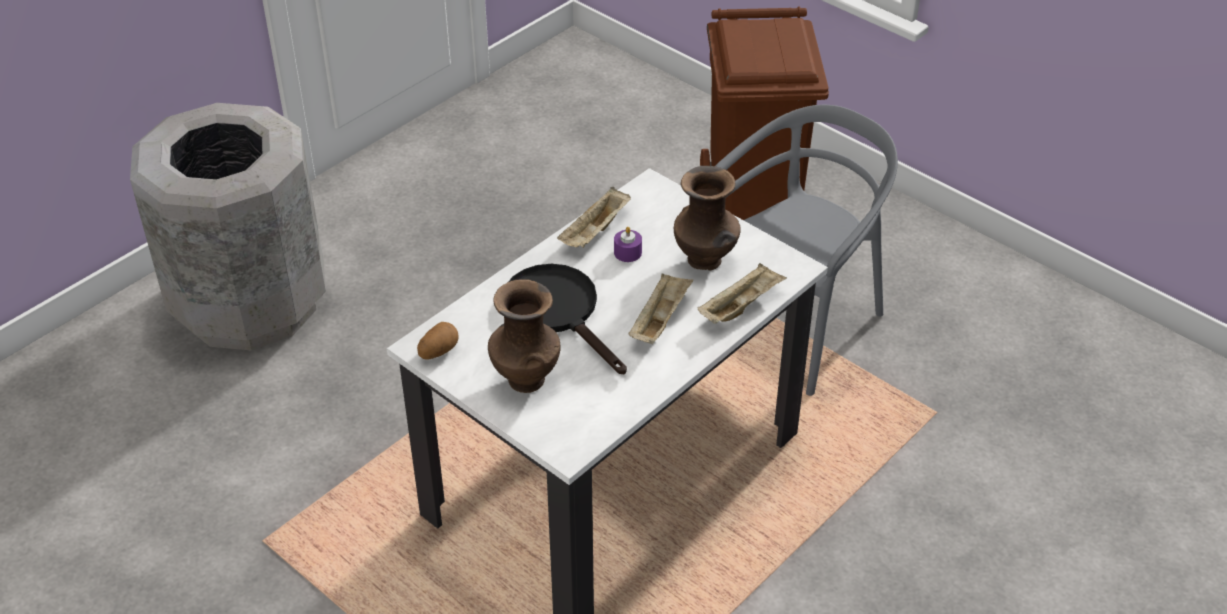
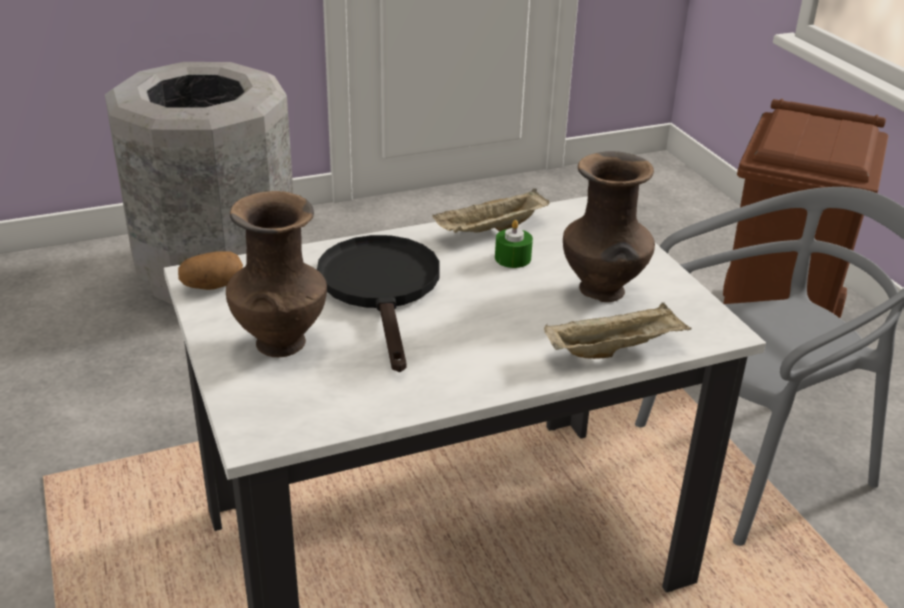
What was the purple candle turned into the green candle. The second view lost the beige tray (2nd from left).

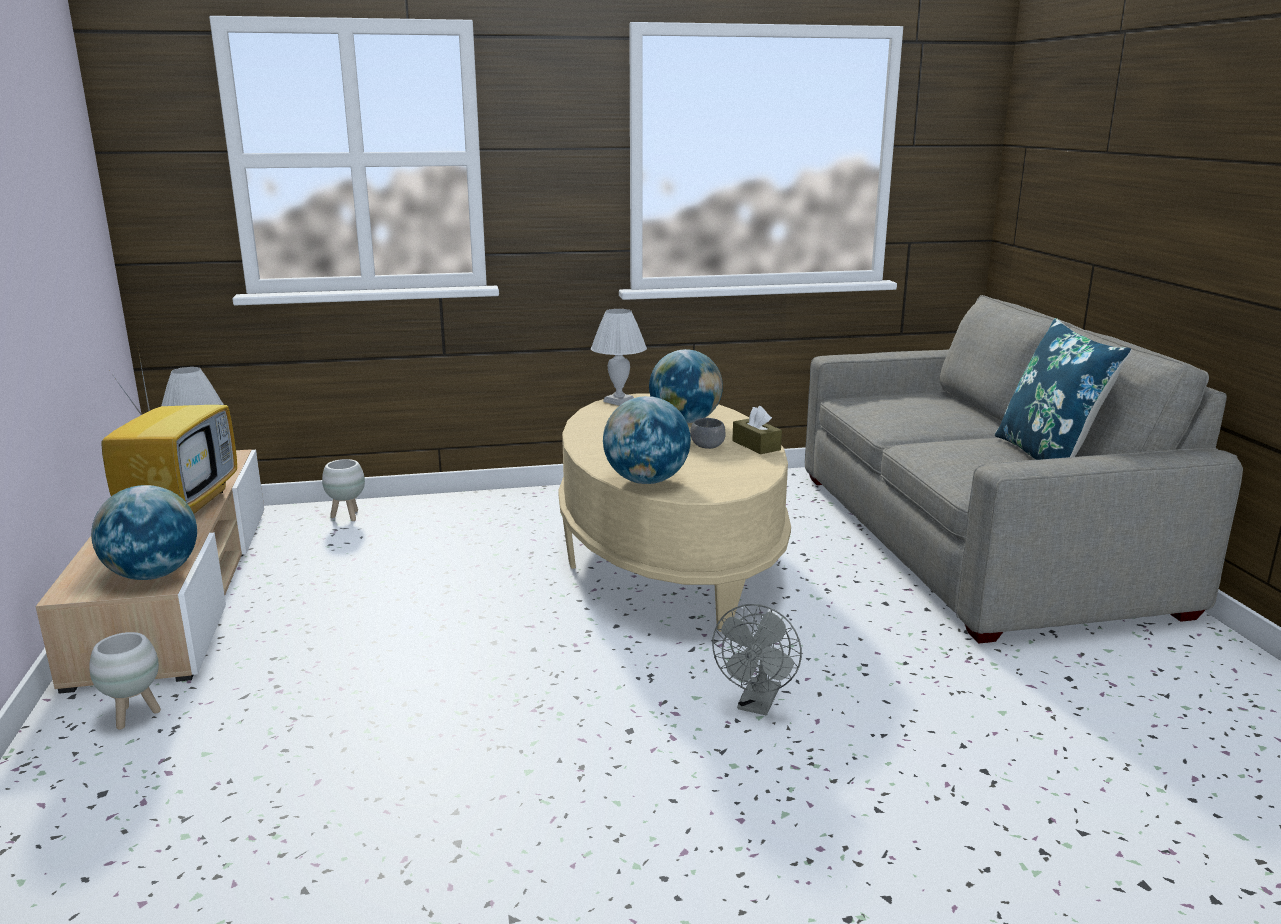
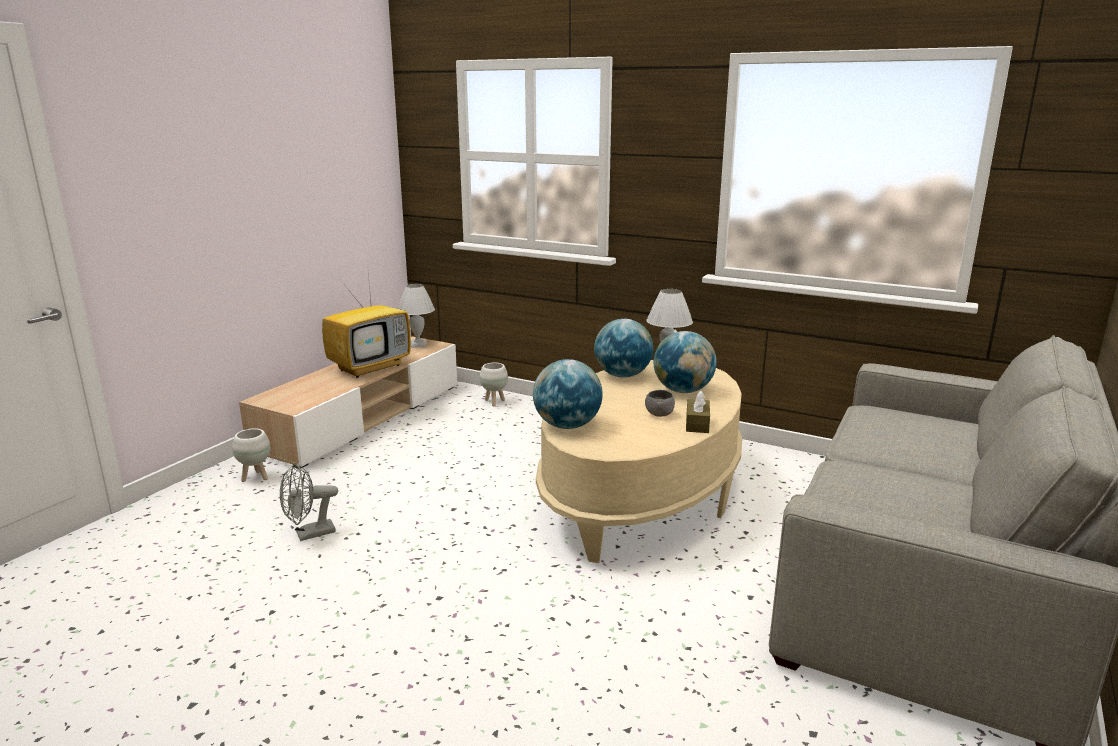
The second view lost the blue pillow. The globe (1st from left in the first image) ended up elsewhere. The grey fan ended up elsewhere.

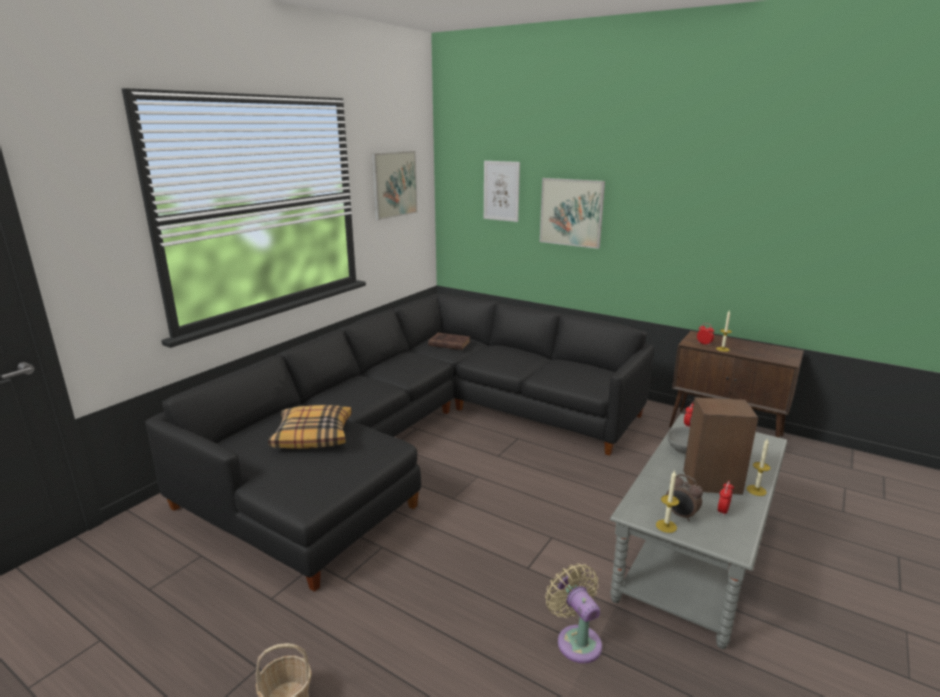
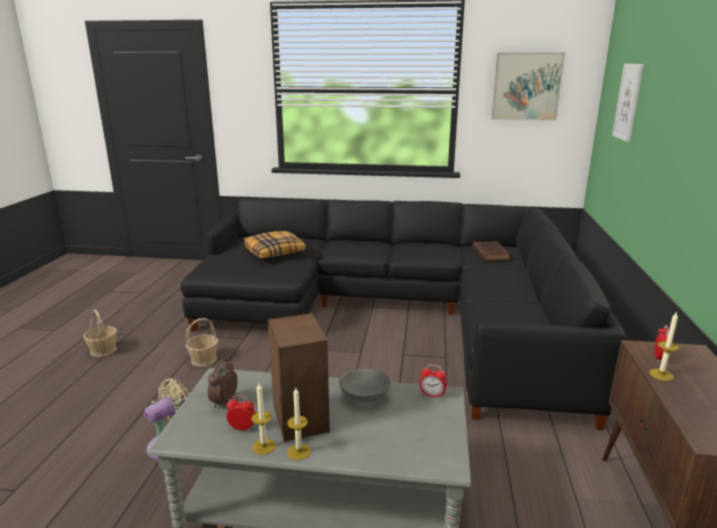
The second view lost the picture (3rd from left). The candle (1st from left) ended up elsewhere. The second view gained the basket (2nd from left).

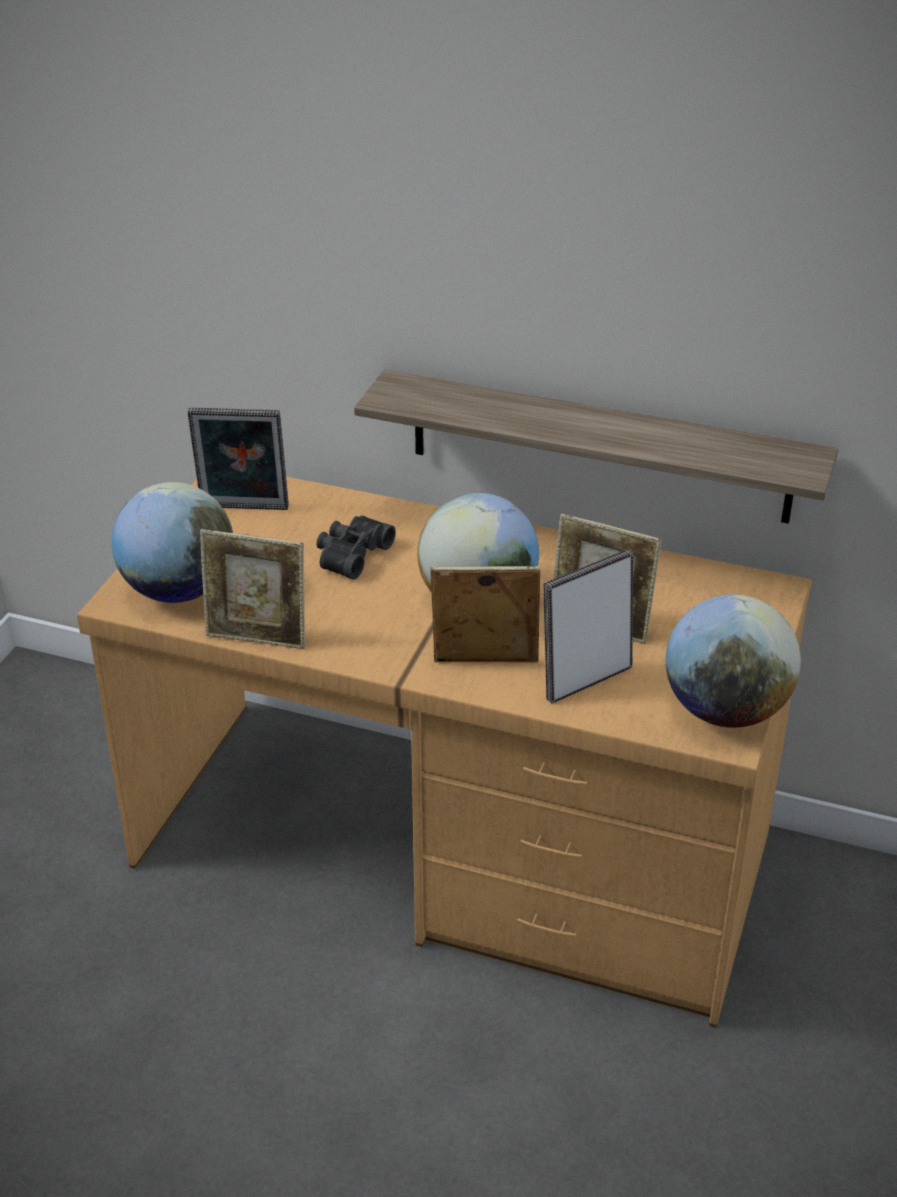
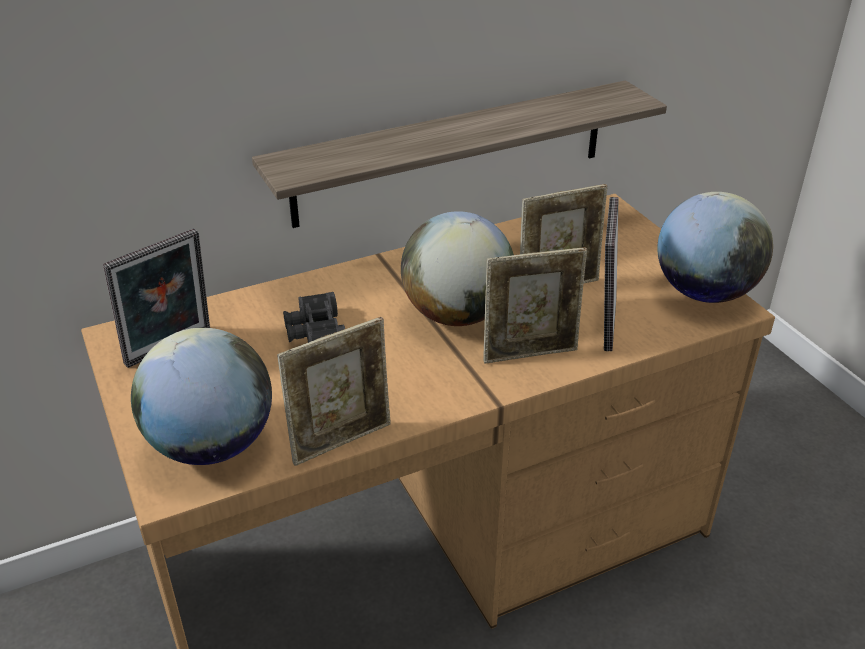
The picture frame (3rd from left) ended up facing another way, 150 degrees counterclockwise from before.

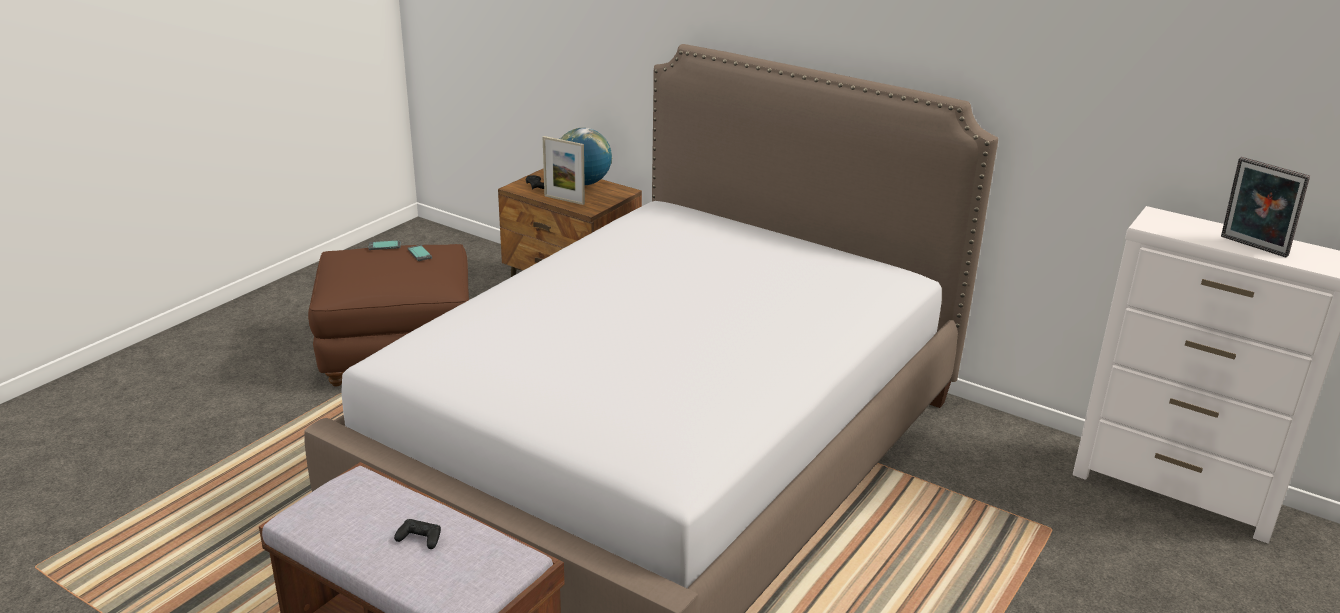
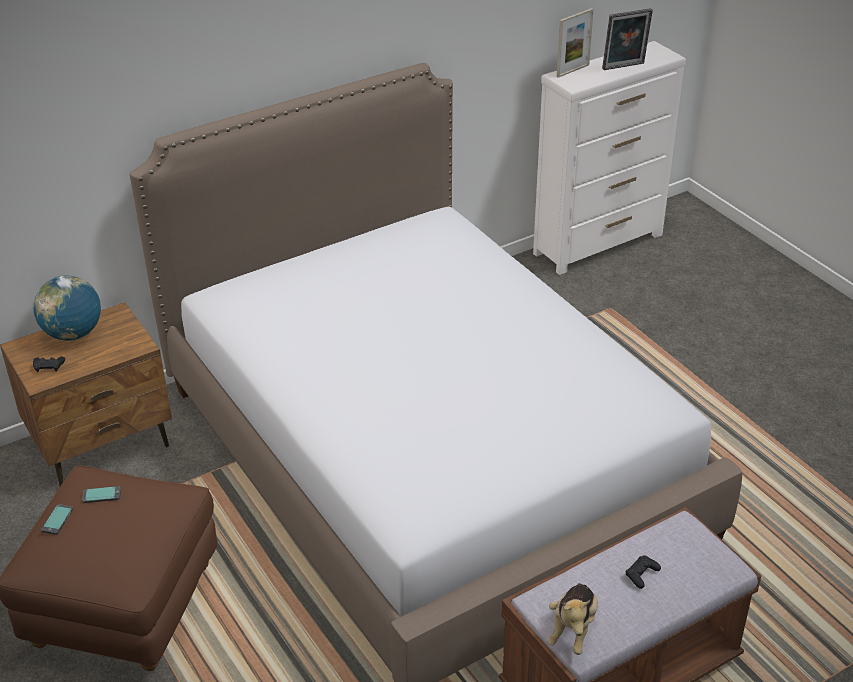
The picture frame (1st from left) ended up elsewhere. The second view gained the plush toy.

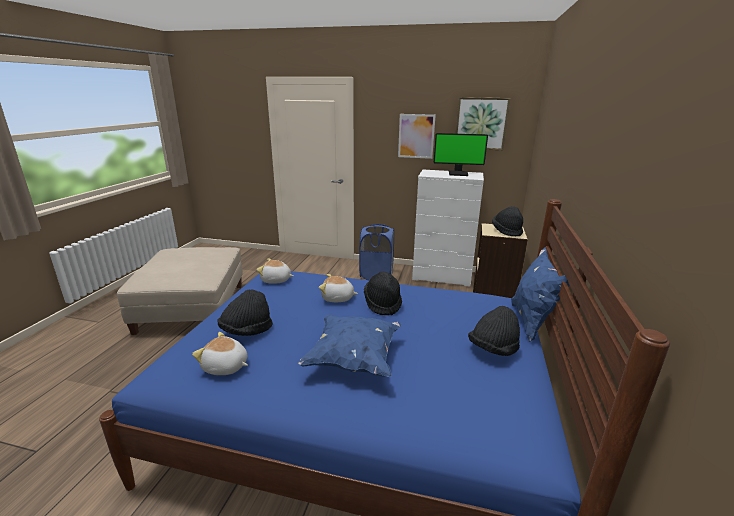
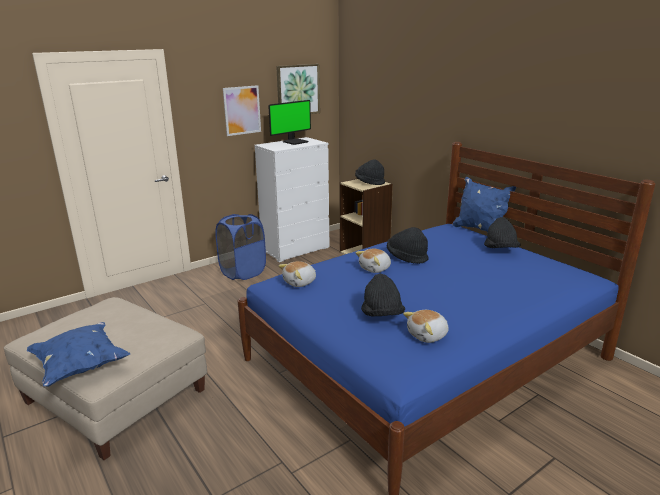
The blue pillow (1st from left) ended up elsewhere.

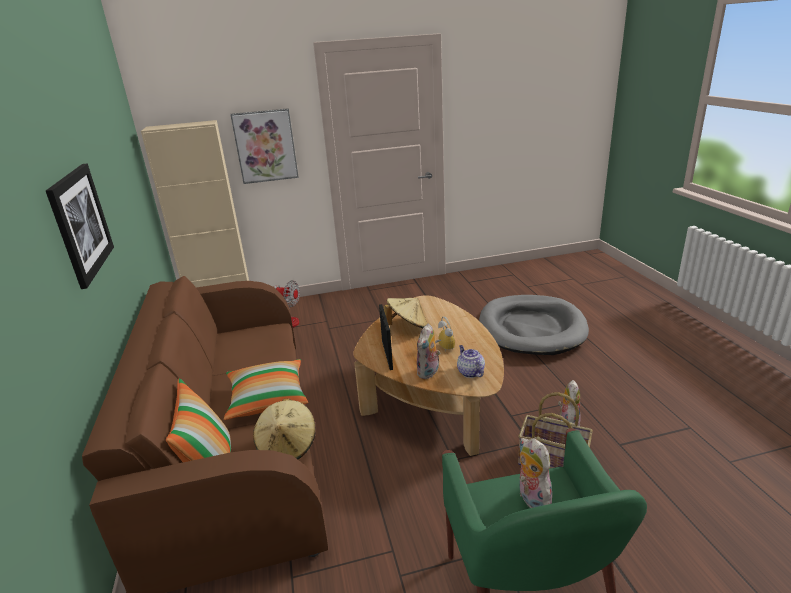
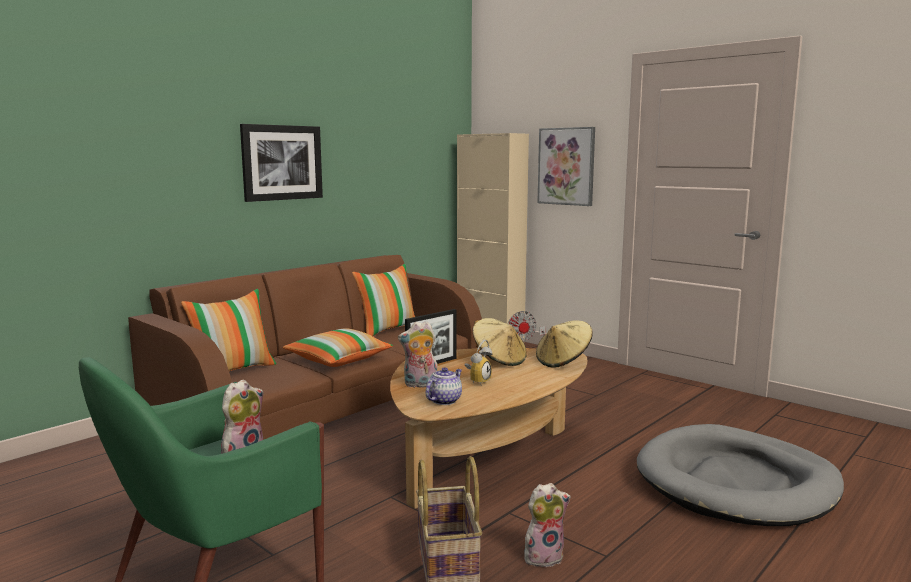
The beige hat (1st from left in the first image) ended up elsewhere. The second view gained the pillow (3rd from left).

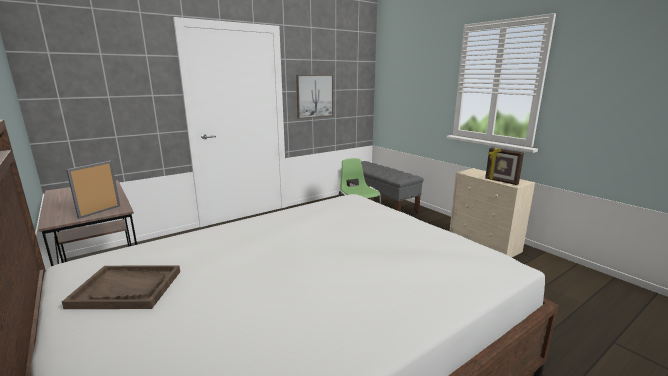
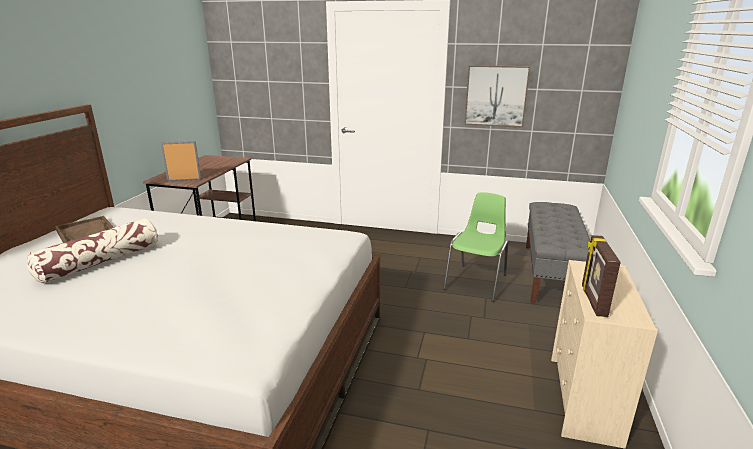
The second view gained the pillow.

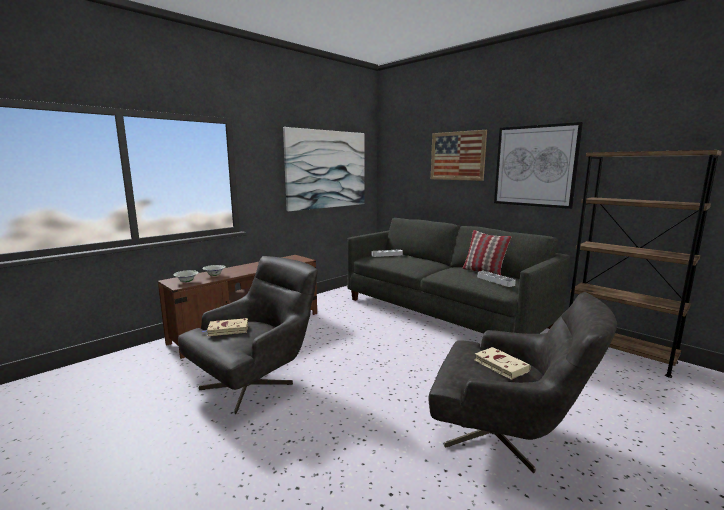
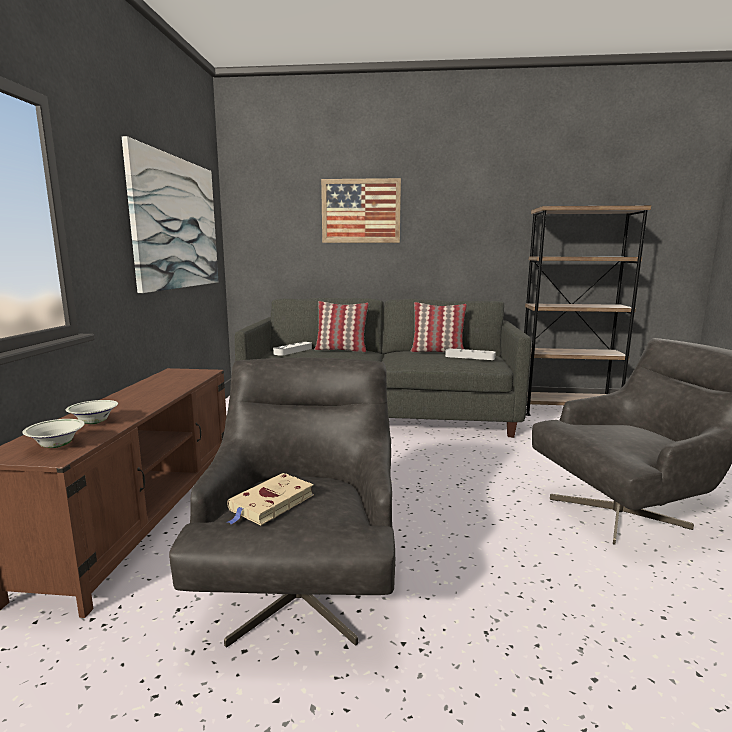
The second view lost the picture (3rd from left). The second view lost the beige book (2nd from left). The second view gained the pillow (1st from left).

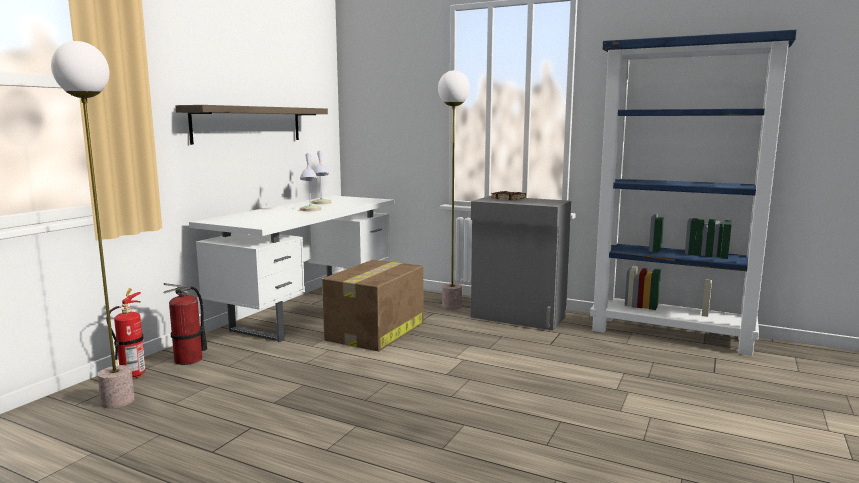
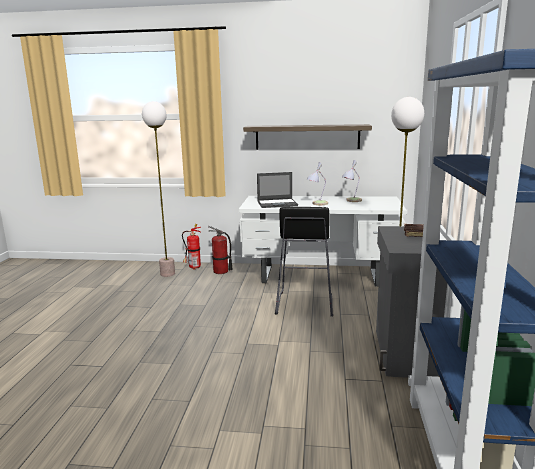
Where the cardboard box stood, the black stool came to stand. The second view gained the laptop.

